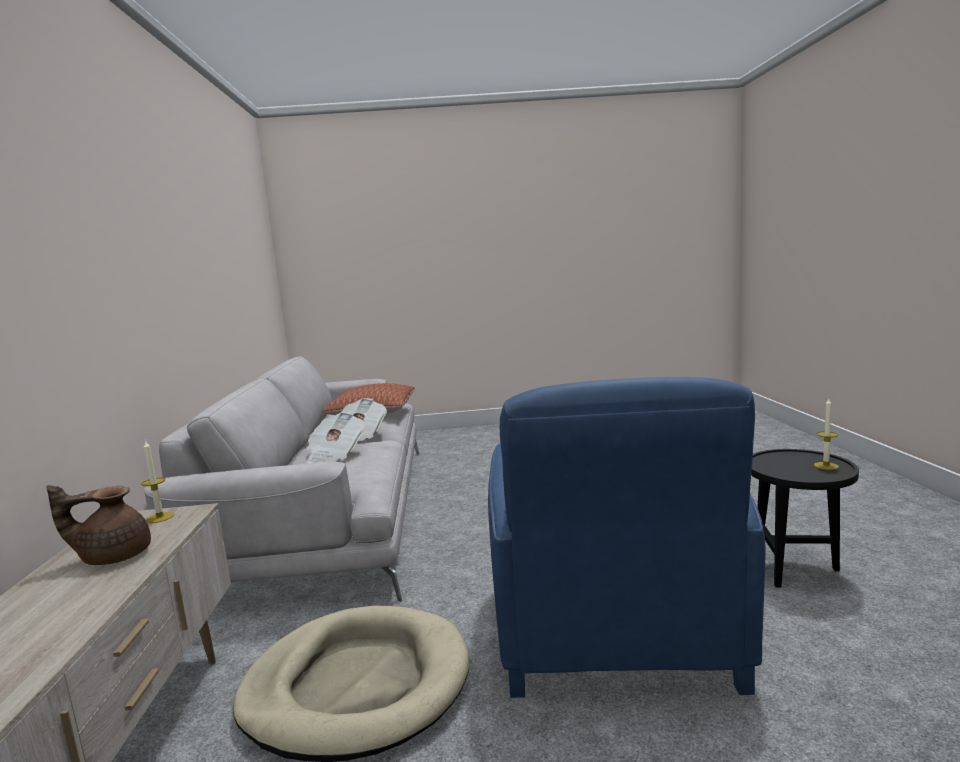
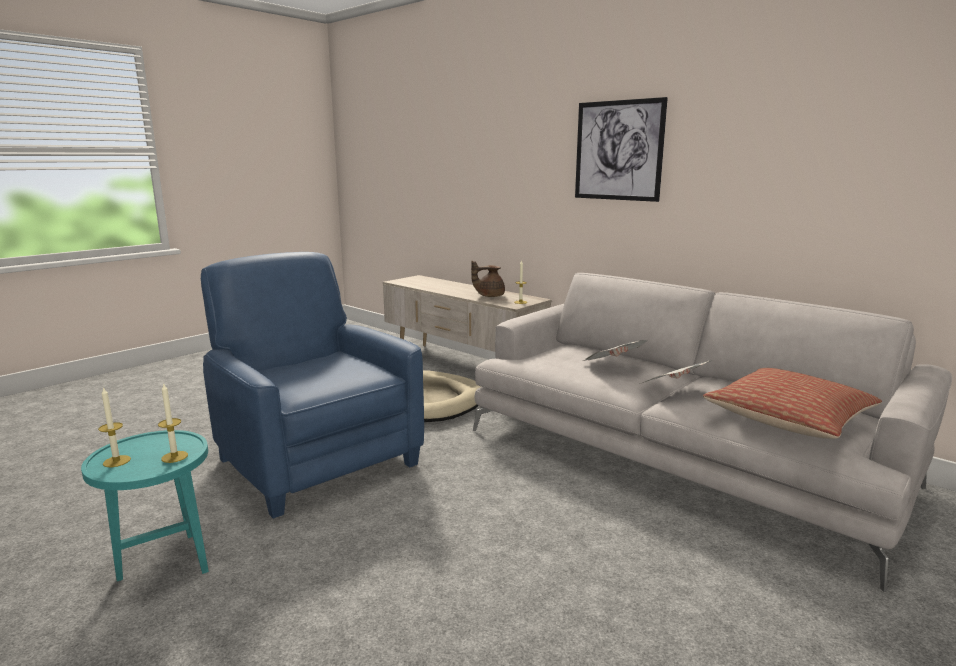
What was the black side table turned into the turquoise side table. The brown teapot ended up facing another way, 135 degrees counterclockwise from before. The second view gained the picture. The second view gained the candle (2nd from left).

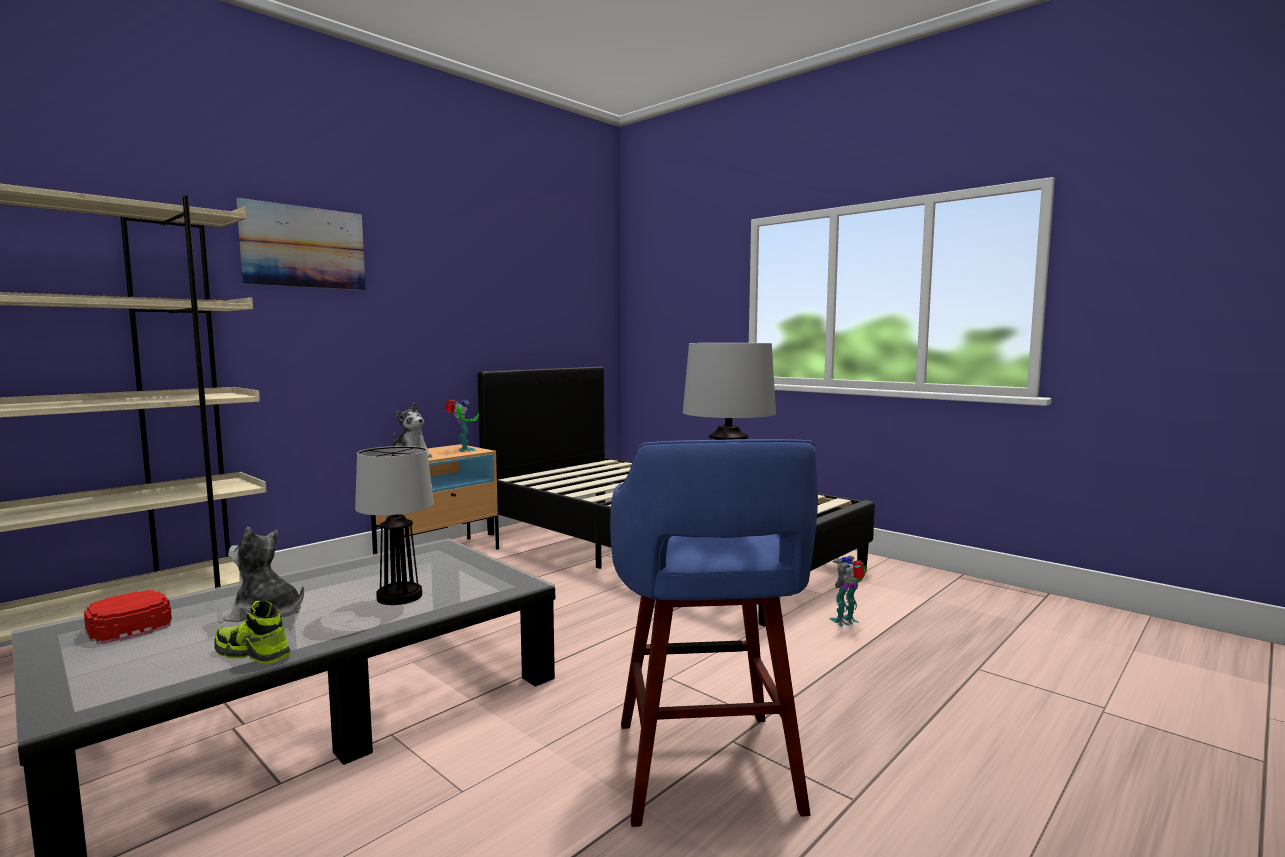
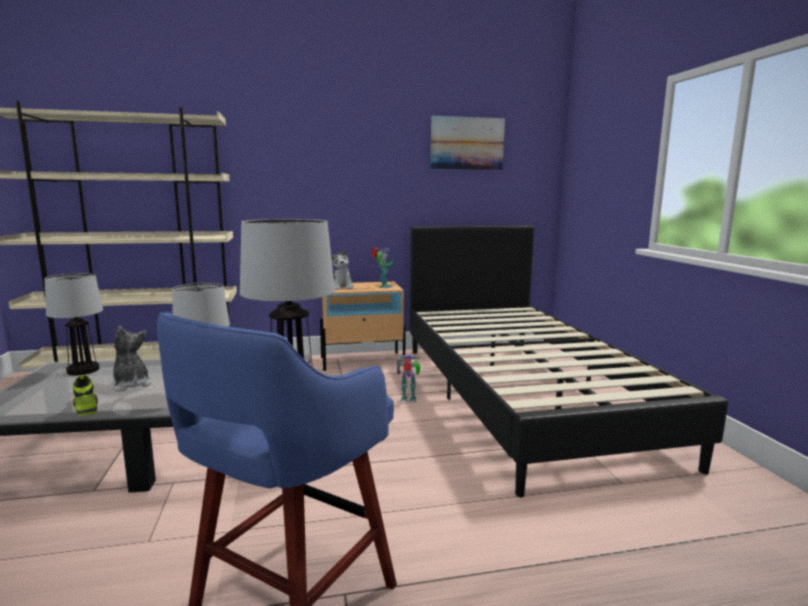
The picture ended up elsewhere. The toy robot (2nd from left) ended up elsewhere. Where the red cap stood, the table lamp (1st from left) came to stand.

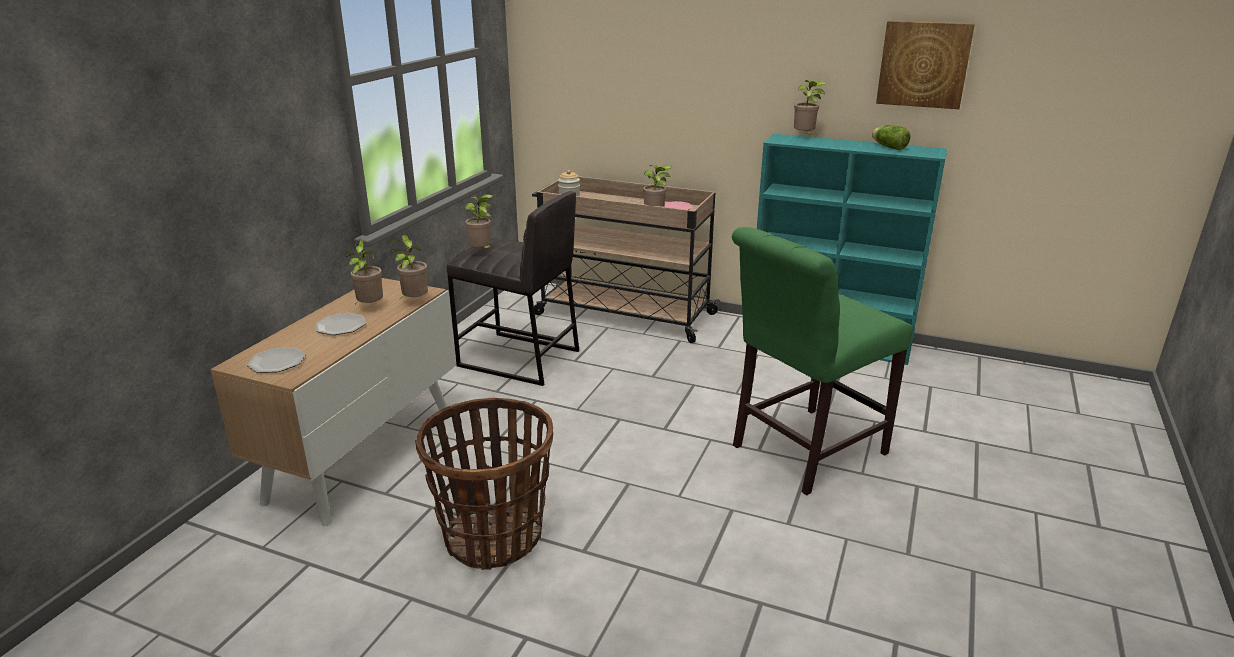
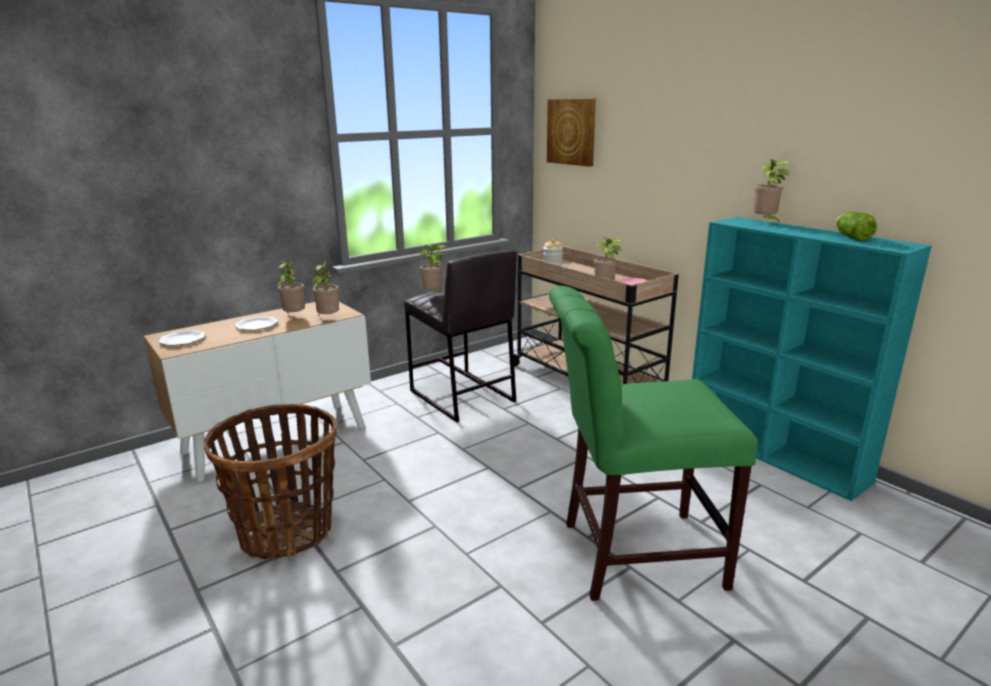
The picture ended up elsewhere.

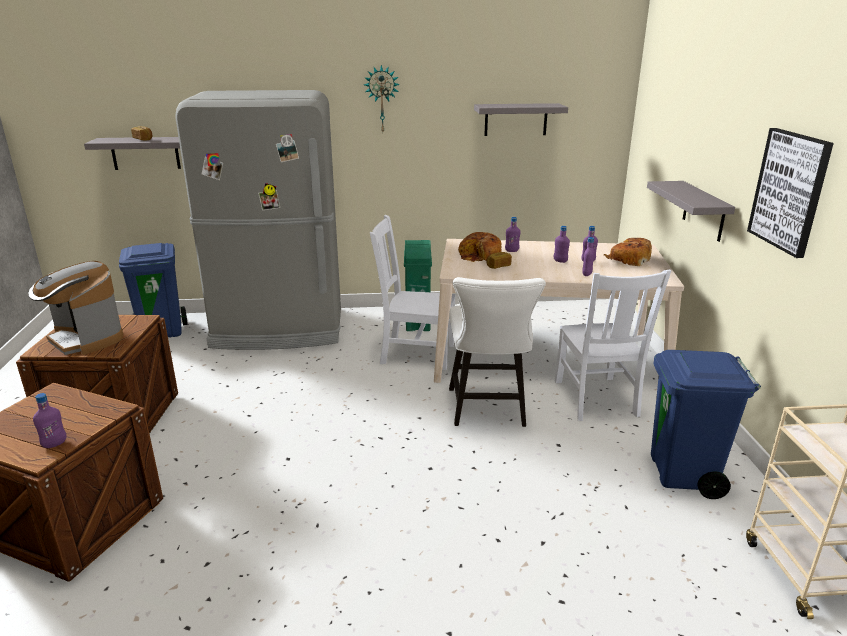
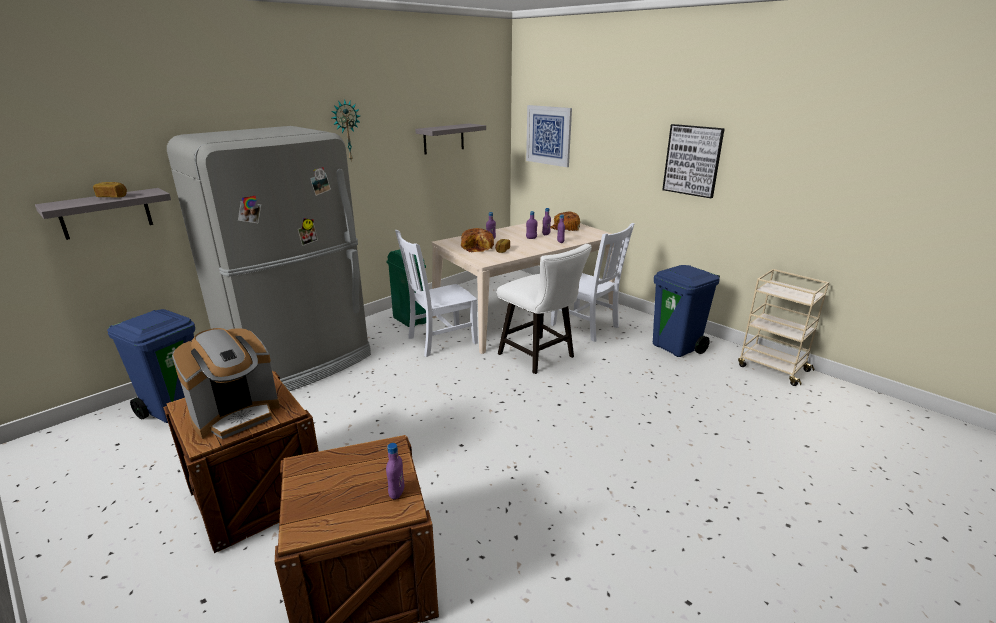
The second view lost the grey shelf (3rd from left). The coffee machine ended up facing another way, 45 degrees counterclockwise from before. The second view gained the picture (1st from left).

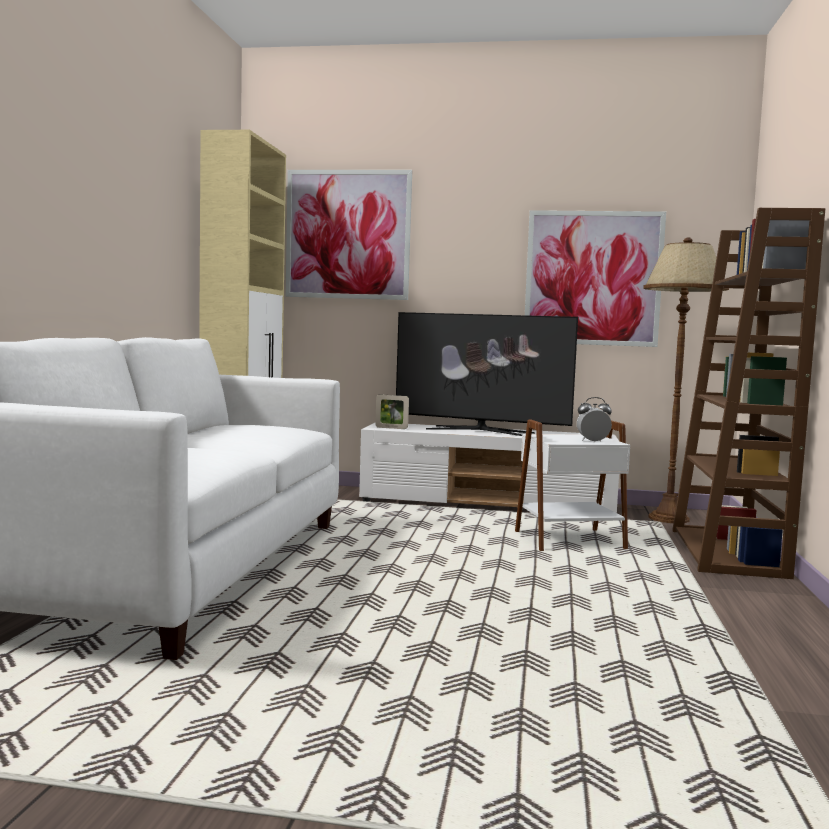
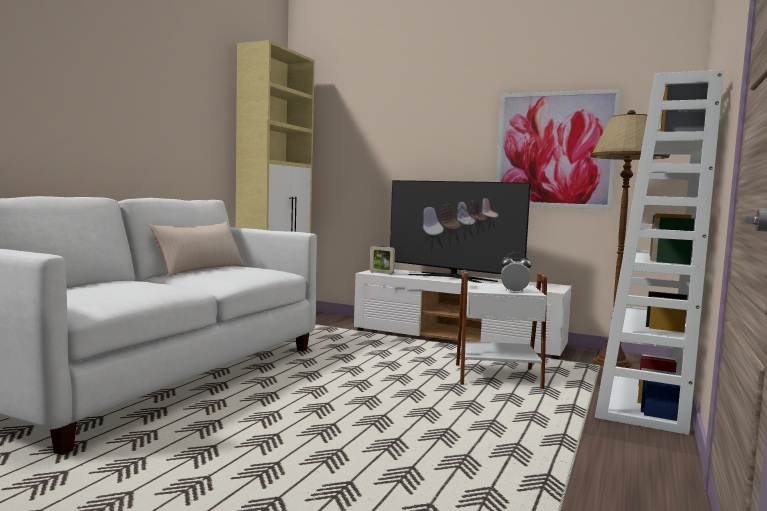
The second view lost the picture (1st from left). What was the brown bookcase turned into the white bookcase. The second view gained the beige pillow.

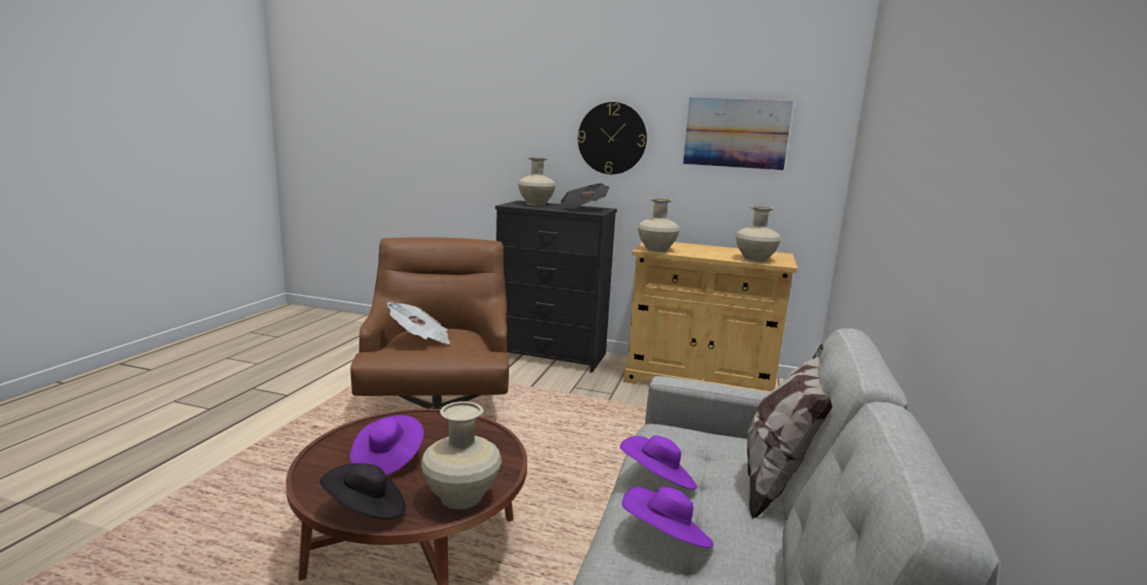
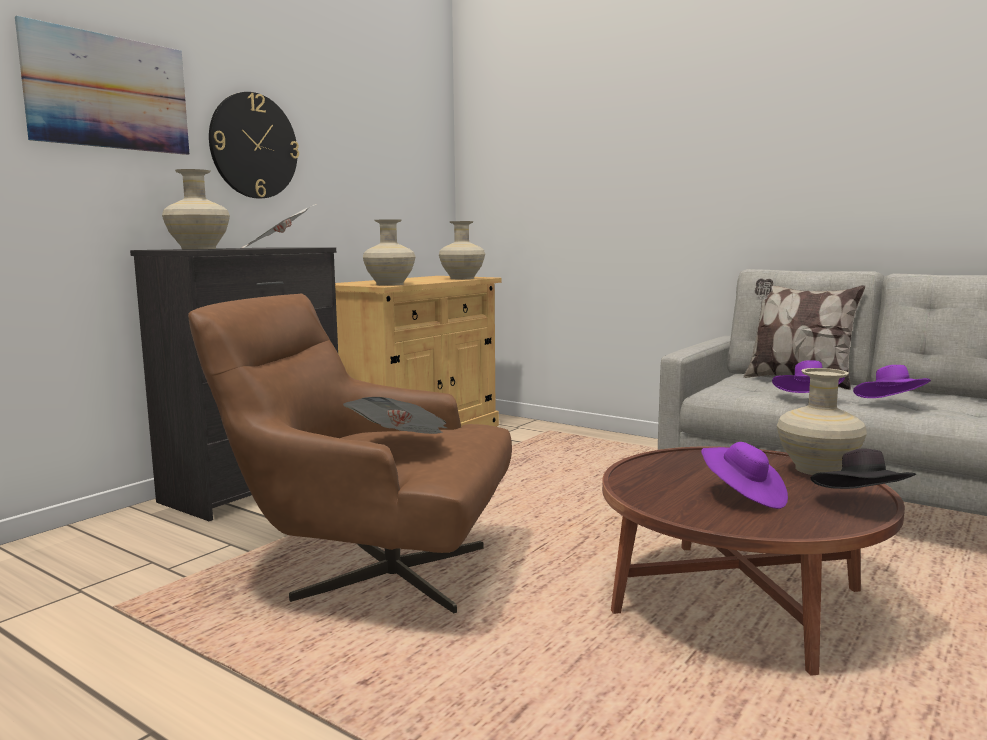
The picture ended up elsewhere.

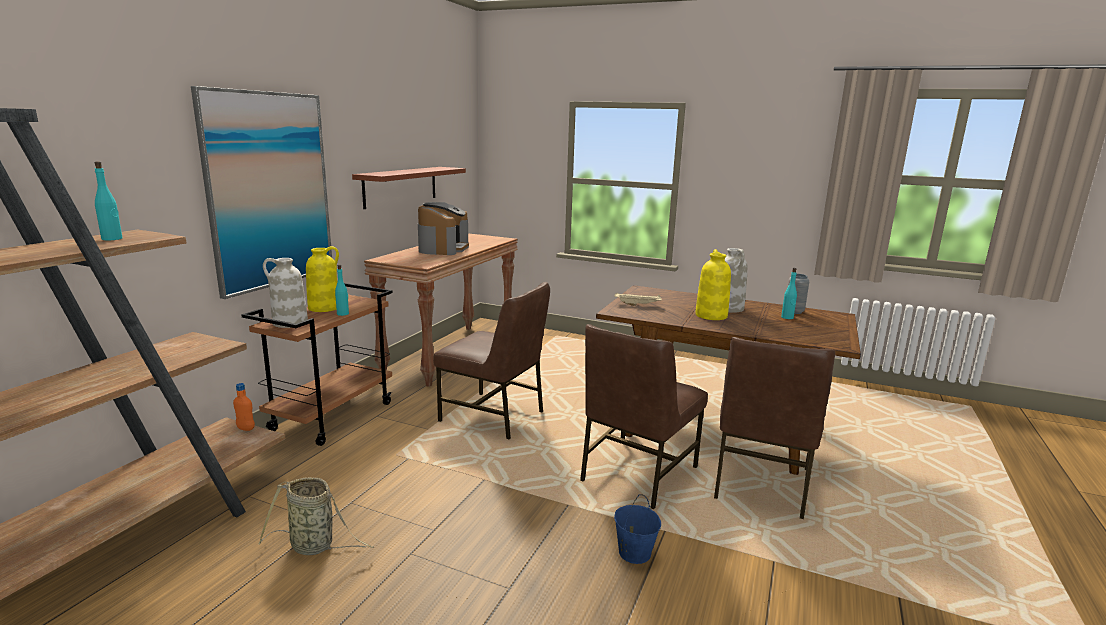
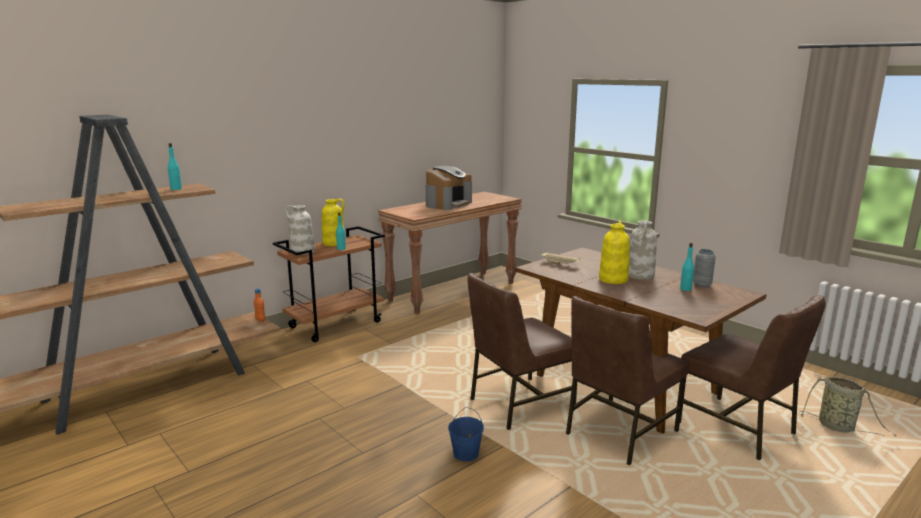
The second view lost the picture. The second view lost the shelf. The brown chair (1st from left in the first image) ended up elsewhere. The basket ended up elsewhere.

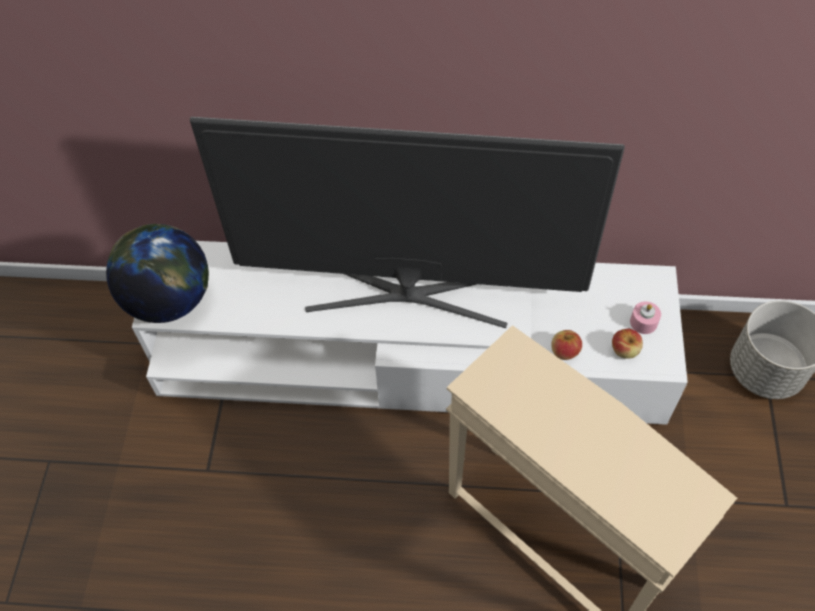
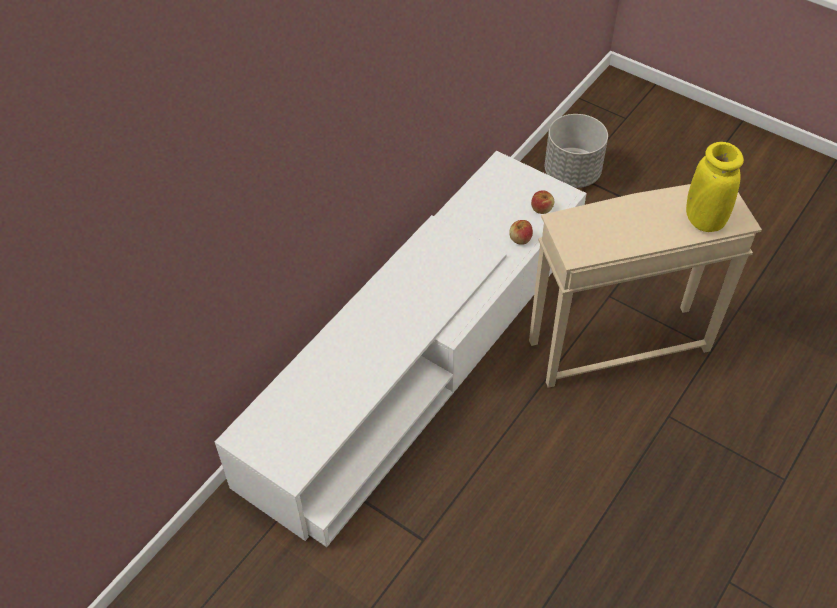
The second view lost the television. The second view lost the globe. The second view lost the pink candle. The second view gained the yellow vase.

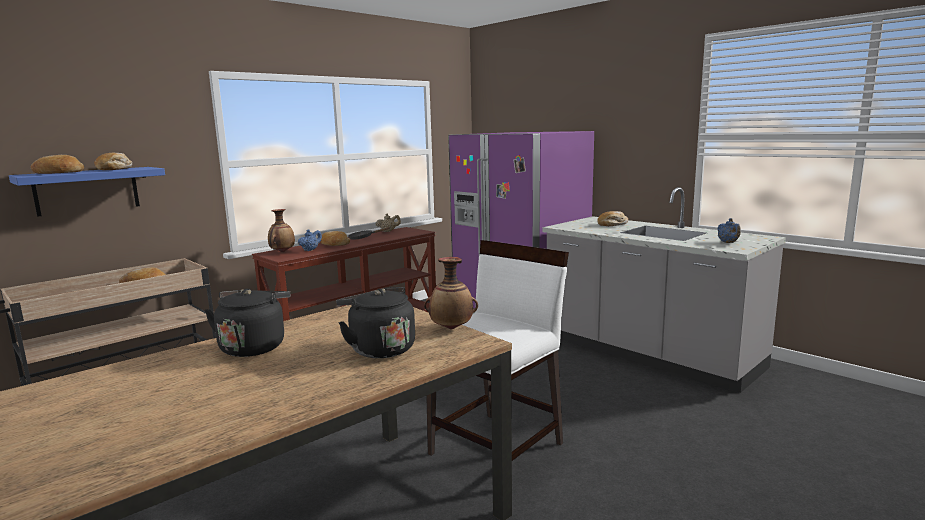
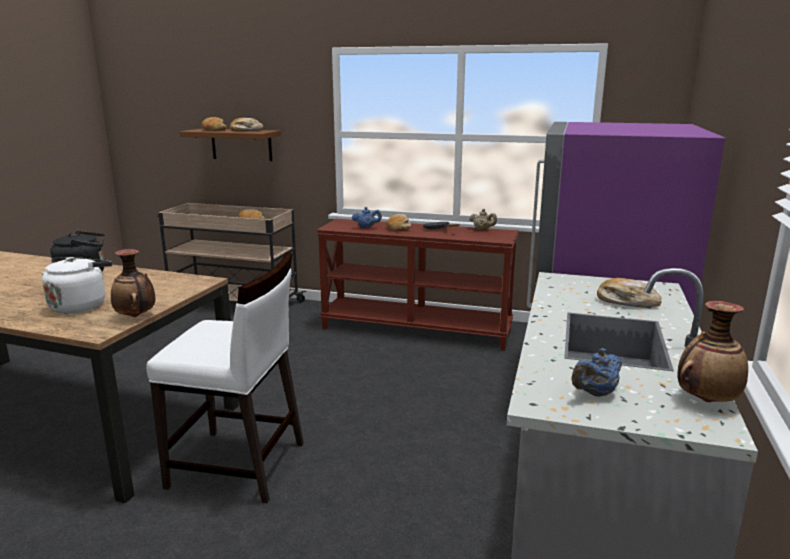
What was the blue shelf turned into the brown shelf. The vase (1st from left in the first image) ended up elsewhere. What was the black kettle (2nd from left) turned into the white kettle.

